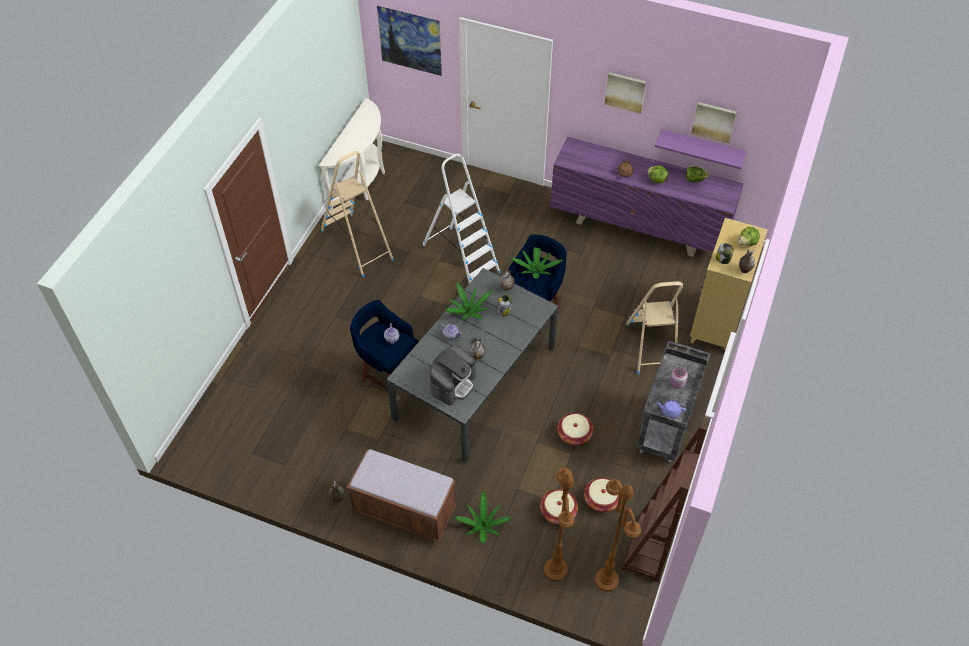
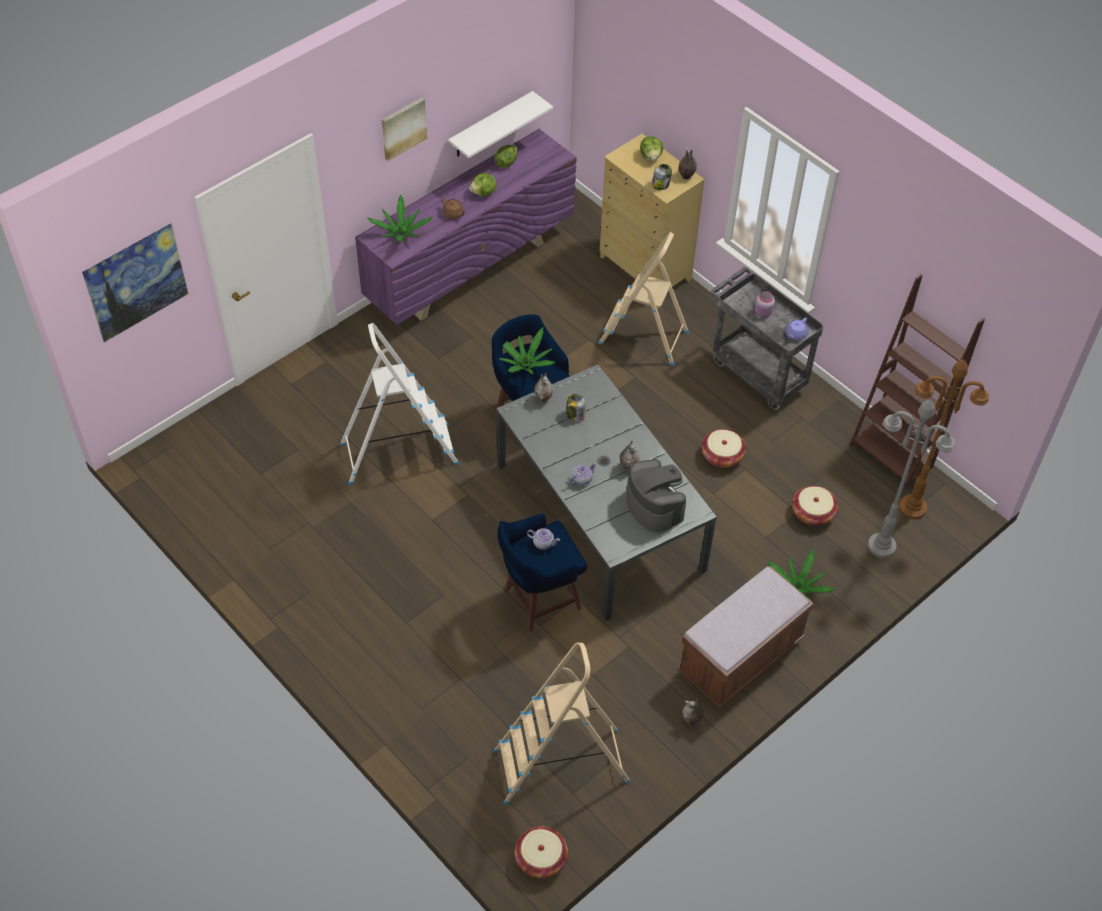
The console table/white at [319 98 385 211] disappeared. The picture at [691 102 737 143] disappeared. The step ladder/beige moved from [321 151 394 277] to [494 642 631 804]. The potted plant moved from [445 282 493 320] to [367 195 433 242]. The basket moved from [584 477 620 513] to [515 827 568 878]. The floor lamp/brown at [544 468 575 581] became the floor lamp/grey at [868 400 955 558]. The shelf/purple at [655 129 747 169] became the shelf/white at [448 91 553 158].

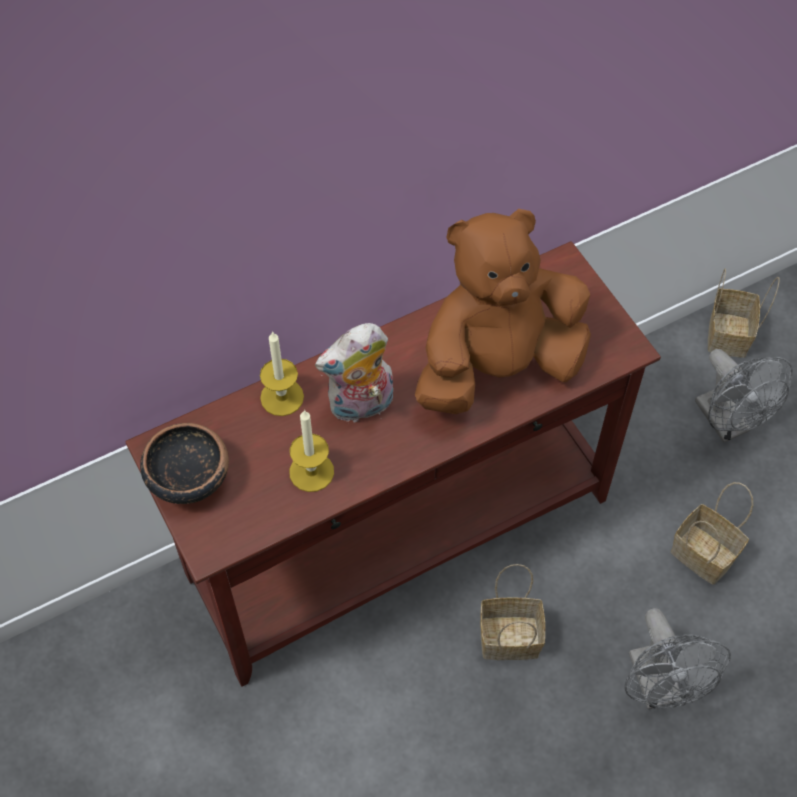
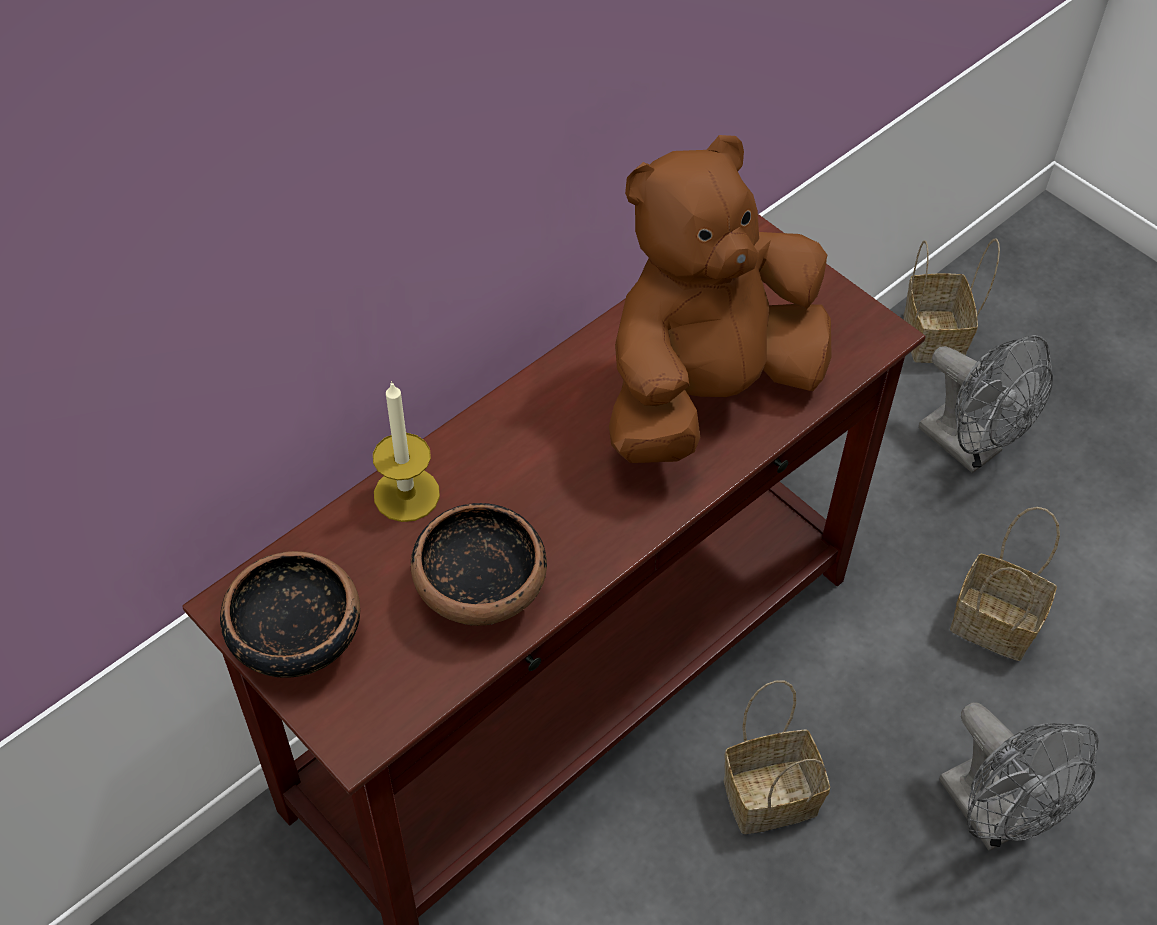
The plush toy at [315 323 393 424] disappeared. The candle at [289 410 334 492] was replaced by the bowl at [411 503 547 626].

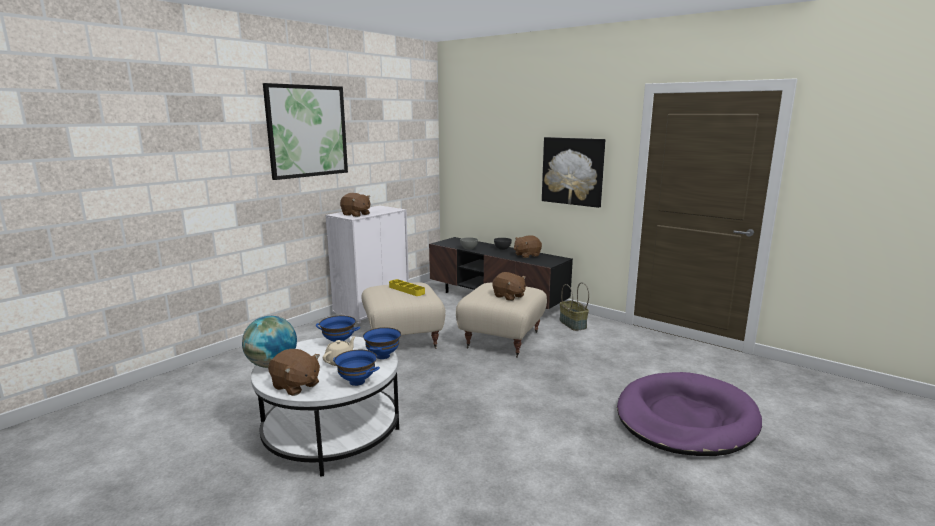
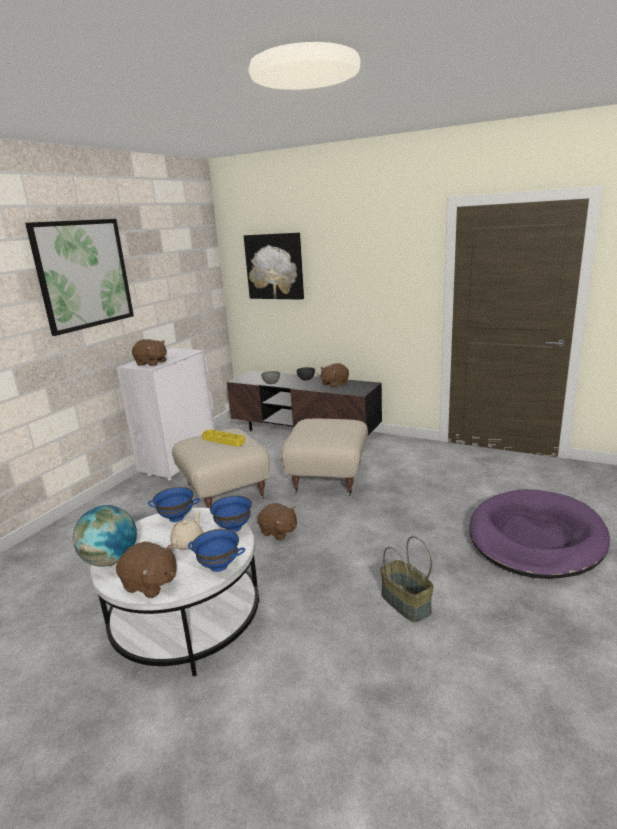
The plush toy/brown moved from [492 272 526 301] to [257 503 297 541]. The picture moved from [542 137 605 208] to [244 233 304 300]. The basket moved from [559 282 589 331] to [380 536 434 622].

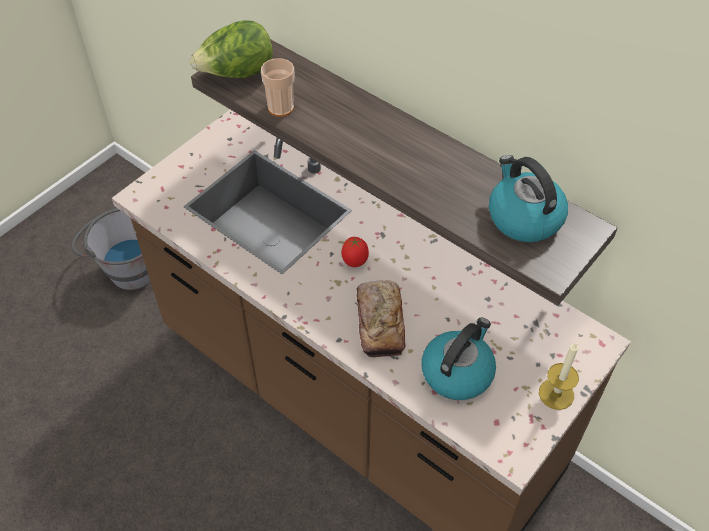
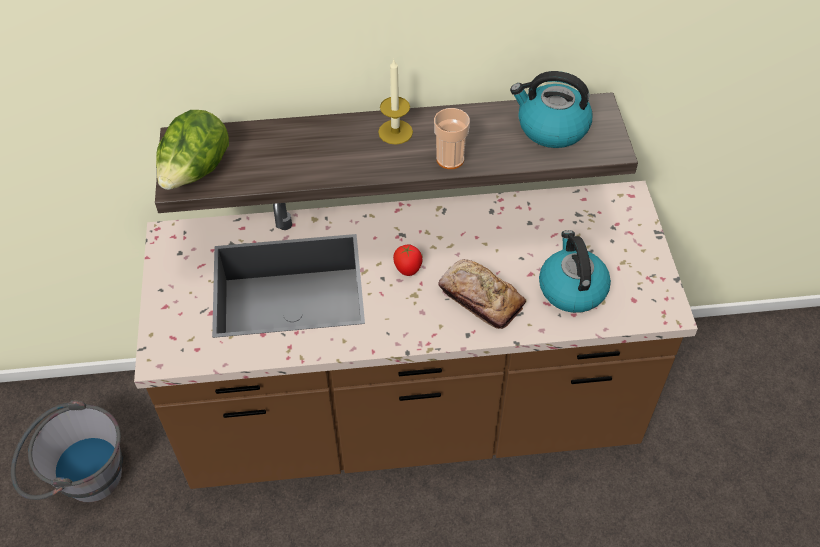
The cup moved from [261 58 295 117] to [434 108 470 169]. The candle moved from [539 343 579 410] to [378 60 413 145].

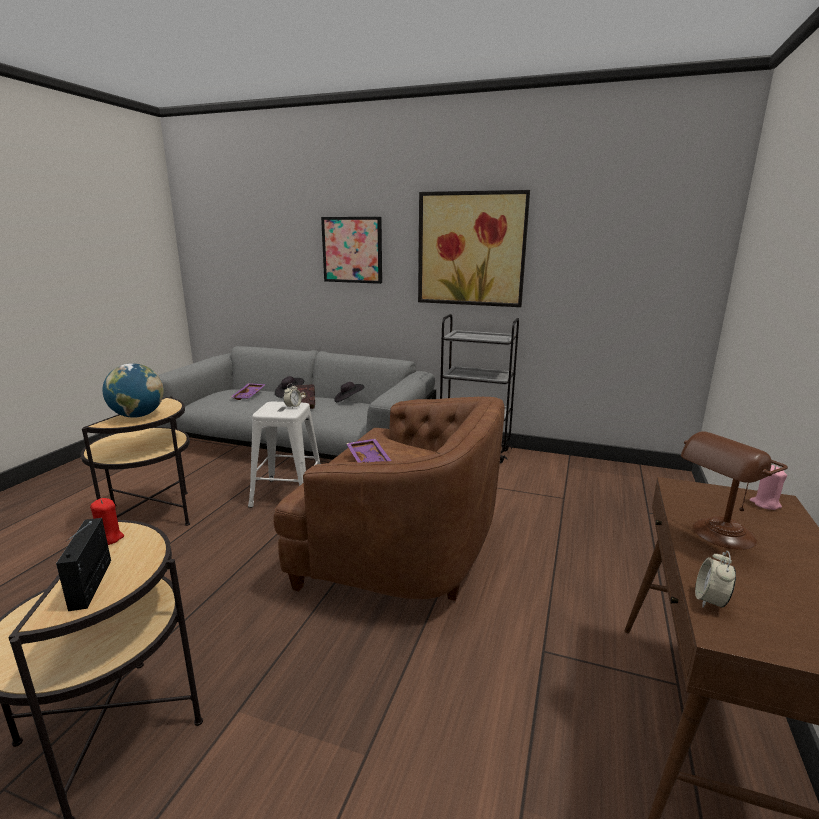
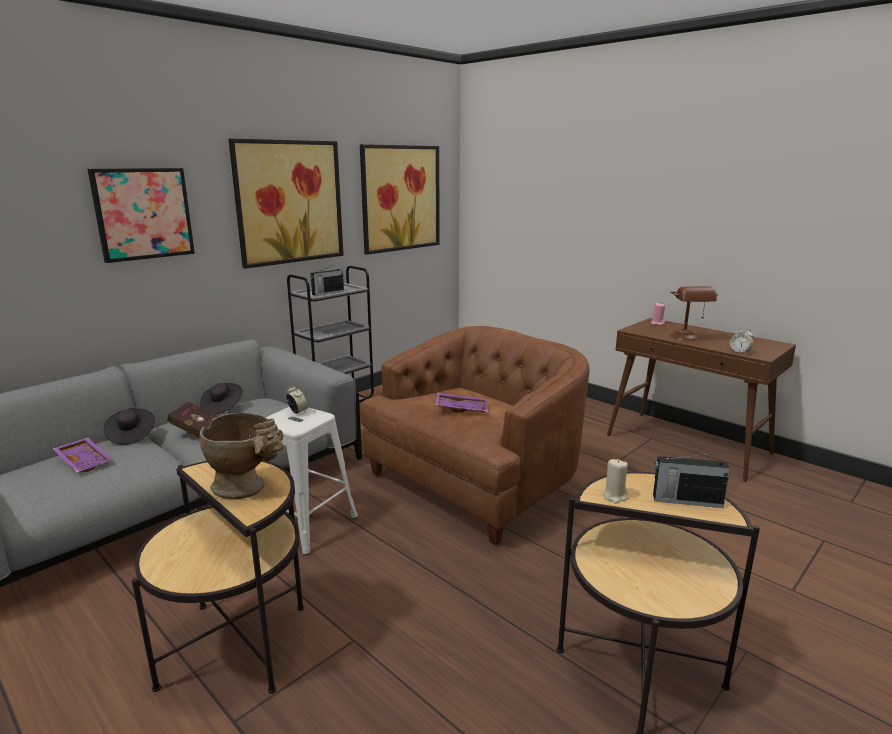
The radio at [310 265 344 296] appeared. The picture at [360 144 440 255] appeared. The globe at [102 363 164 418] was replaced by the vase/beige at [199 413 284 499]. The candle/red at [90 498 124 545] became the candle/beige at [603 459 628 504].

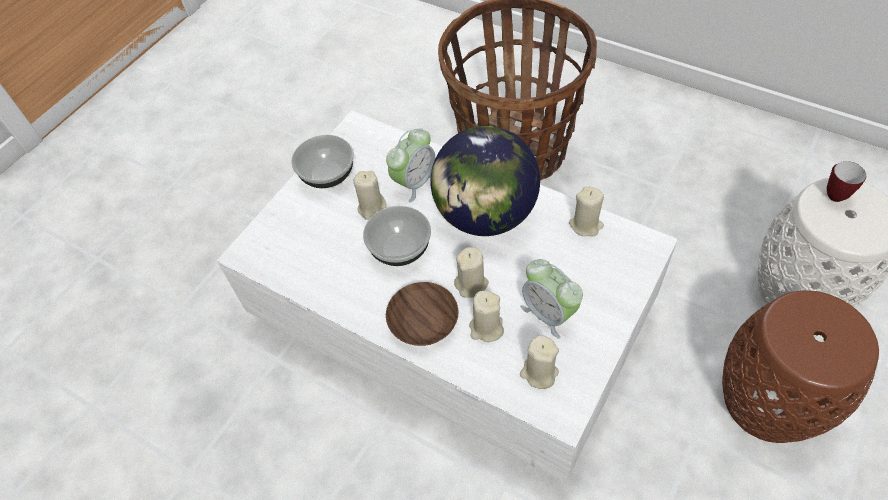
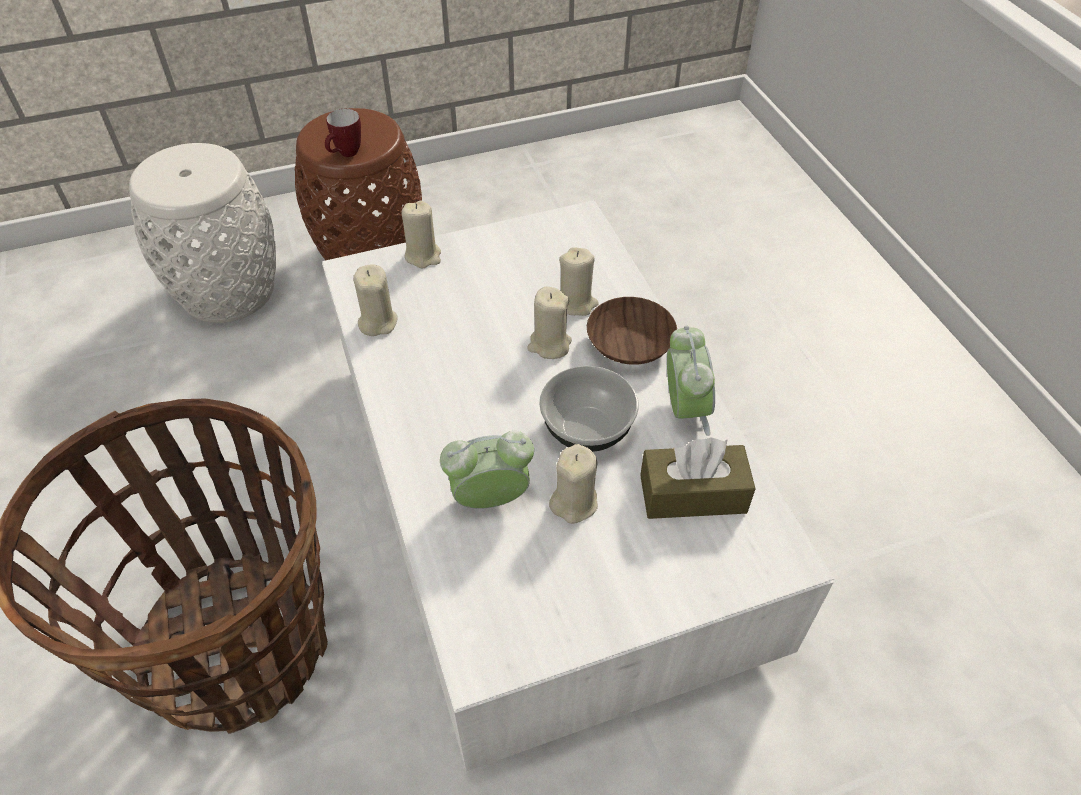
The bowl at [291 135 354 188] disappeared. The globe at [430 126 540 236] disappeared. The tissue box/brown at [640 437 756 519] appeared. The alarm clock moved from [520 259 583 339] to [667 326 715 436]. The candle/beige moved from [520 335 559 389] to [402 200 441 269]. The mug moved from [827 161 866 202] to [325 109 361 157].

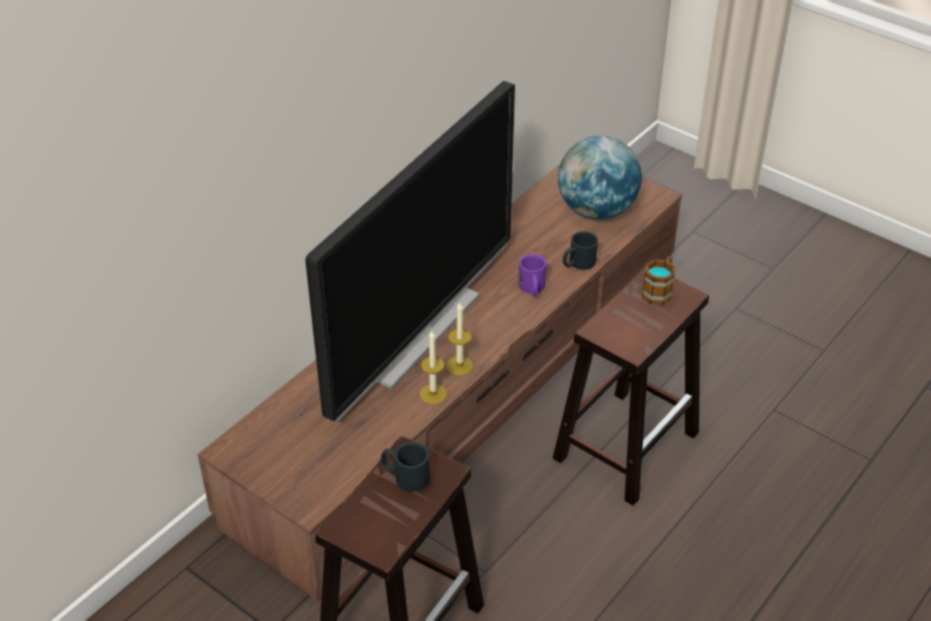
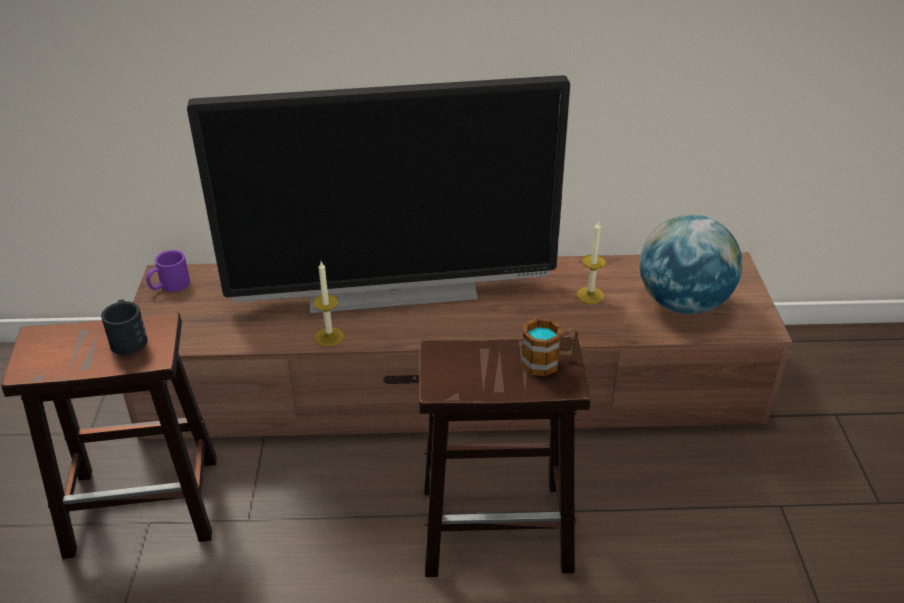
The mug/black at [563 231 598 270] disappeared. The candle moved from [446 301 473 376] to [577 220 606 304]. The mug/purple moved from [518 254 546 296] to [146 250 190 292].

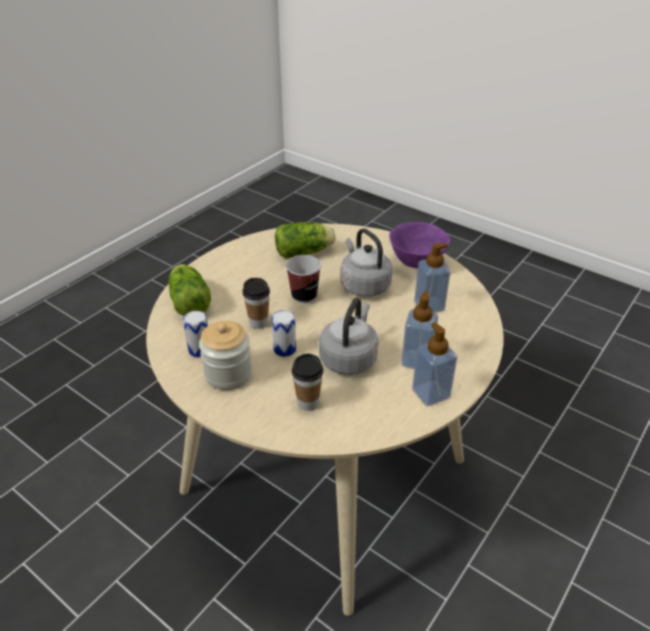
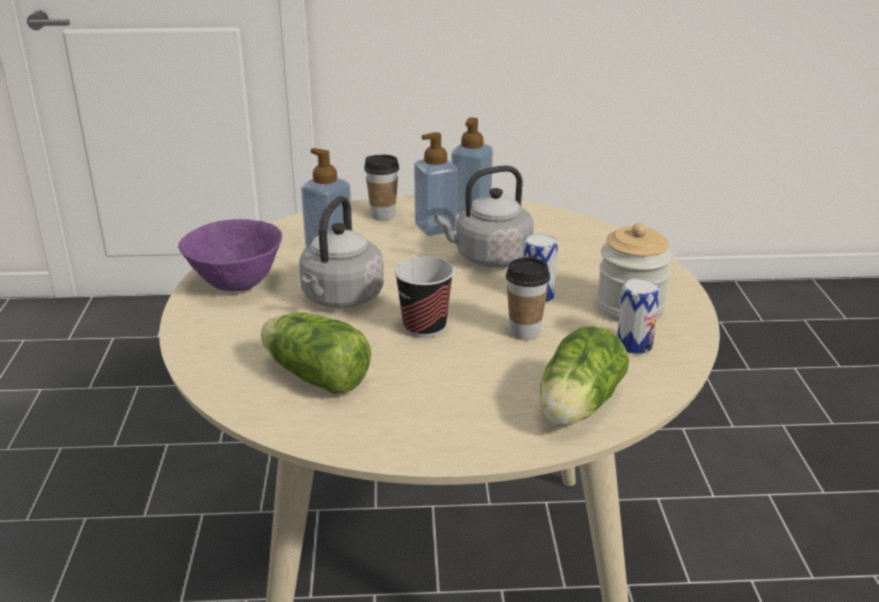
The cup moved from [292 353 323 411] to [364 155 399 221].

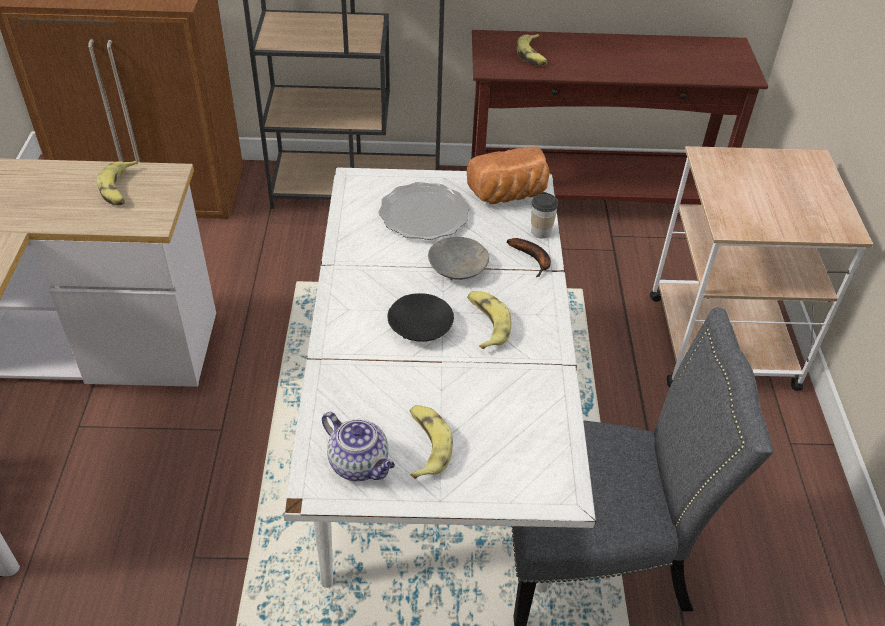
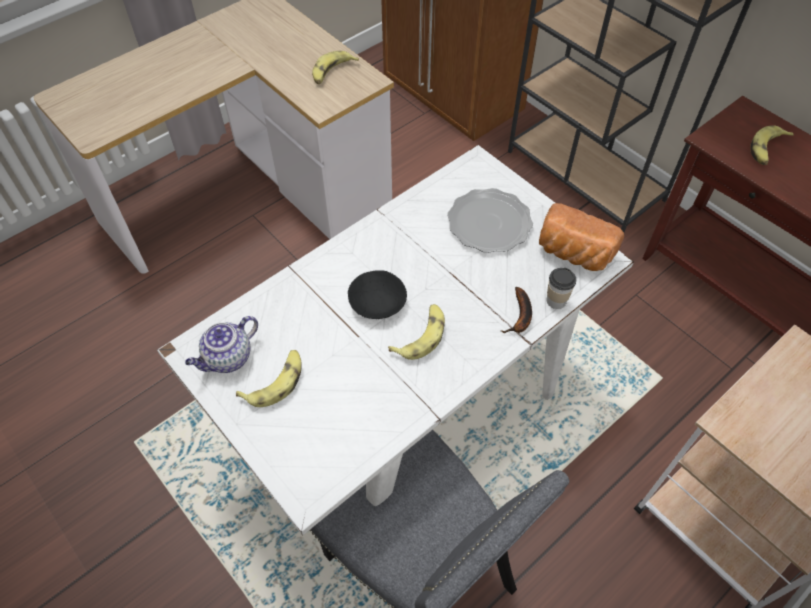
The bowl/grey at [428 237 489 280] disappeared. The teapot at [322 412 395 481] turned 45 degrees clockwise.

